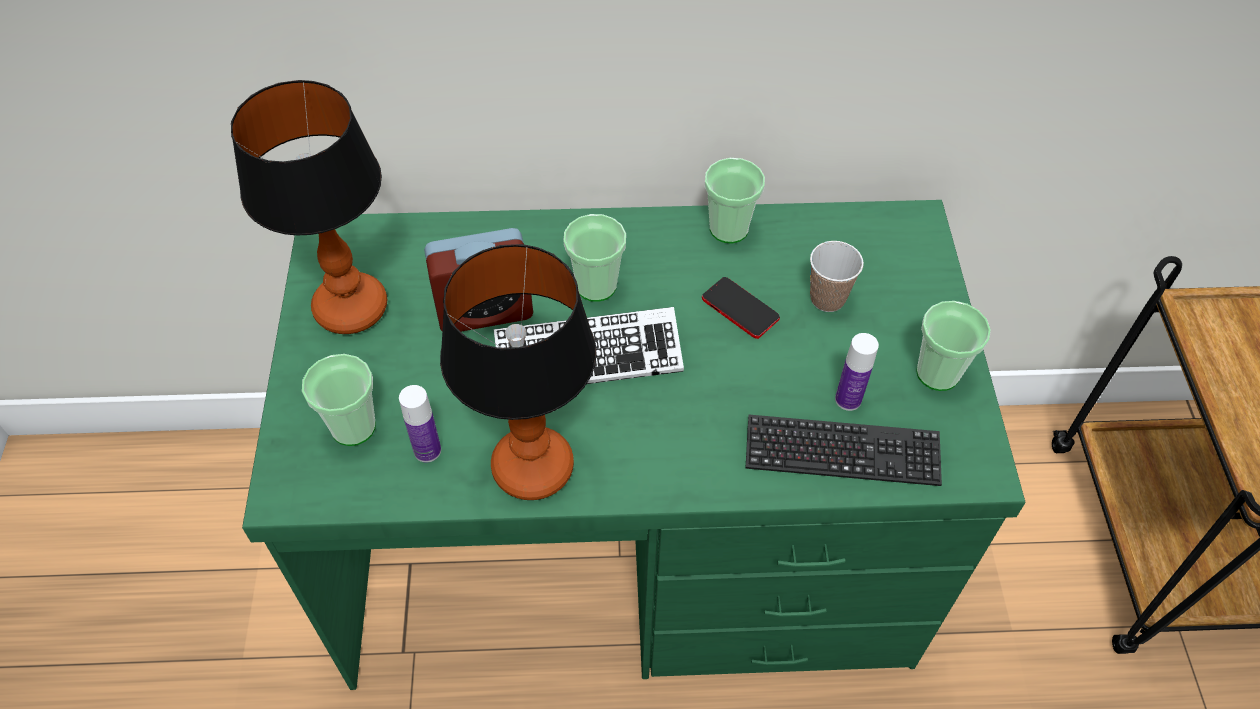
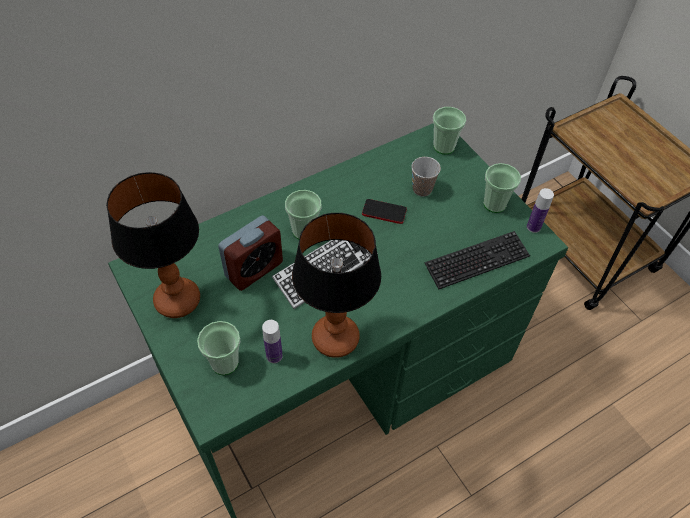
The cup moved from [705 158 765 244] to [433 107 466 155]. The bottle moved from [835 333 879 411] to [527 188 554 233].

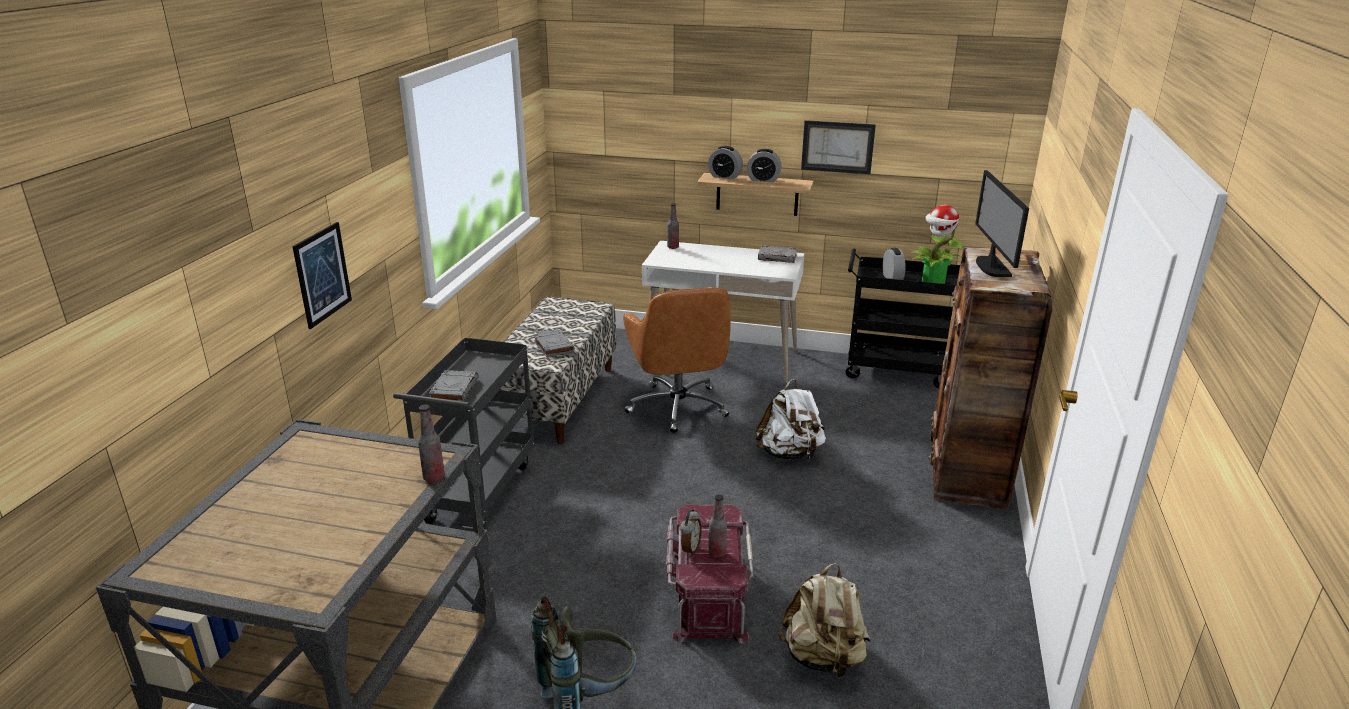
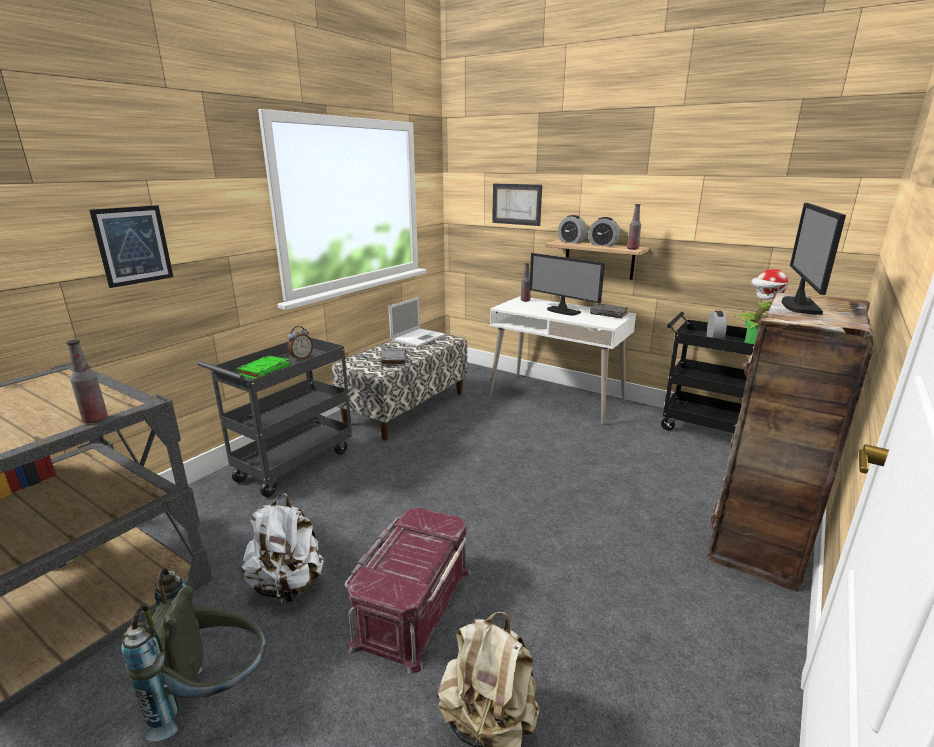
The office chair/brown at [623 287 731 433] disappeared. The laptop at [388 297 445 347] appeared. The monitor at [529 253 605 315] appeared. The alarm clock moved from [680 509 702 557] to [288 326 313 360]. The bottle moved from [708 494 727 558] to [627 204 641 250]. The backpack/white moved from [755 379 826 460] to [242 493 324 603]. The picture moved from [801 120 876 174] to [492 184 542 226]. The book/grey at [429 370 478 402] became the book/green at [237 355 291 379].

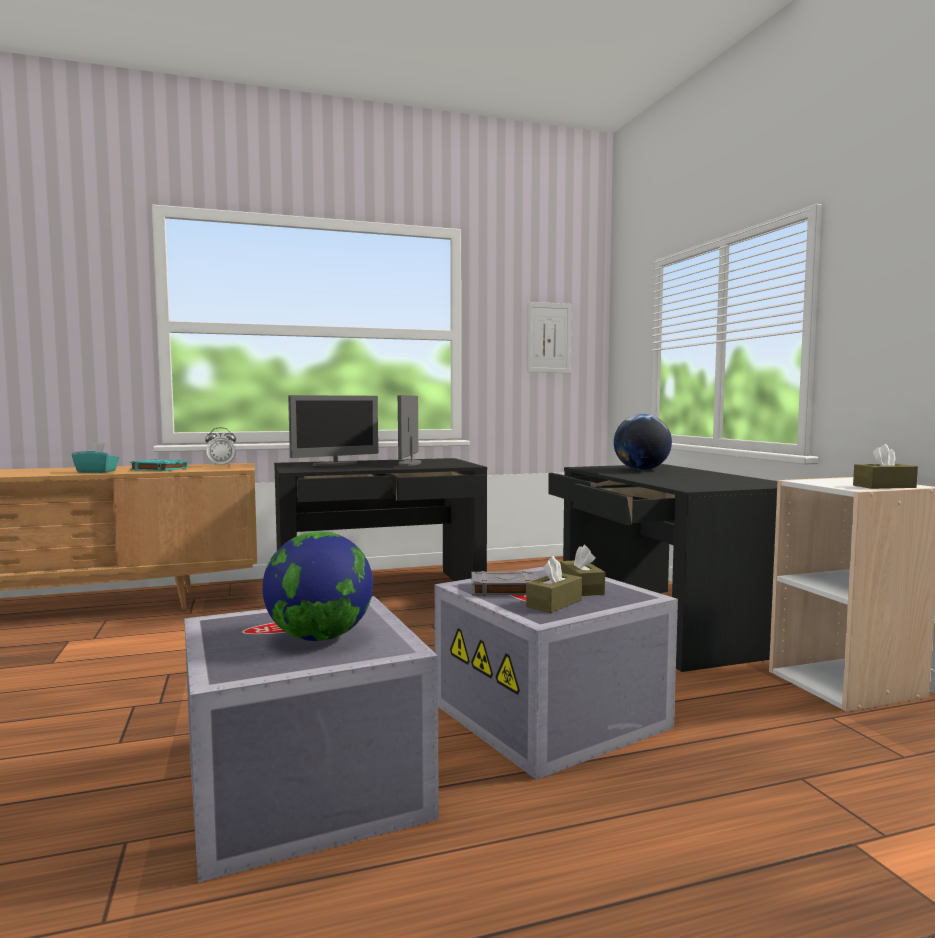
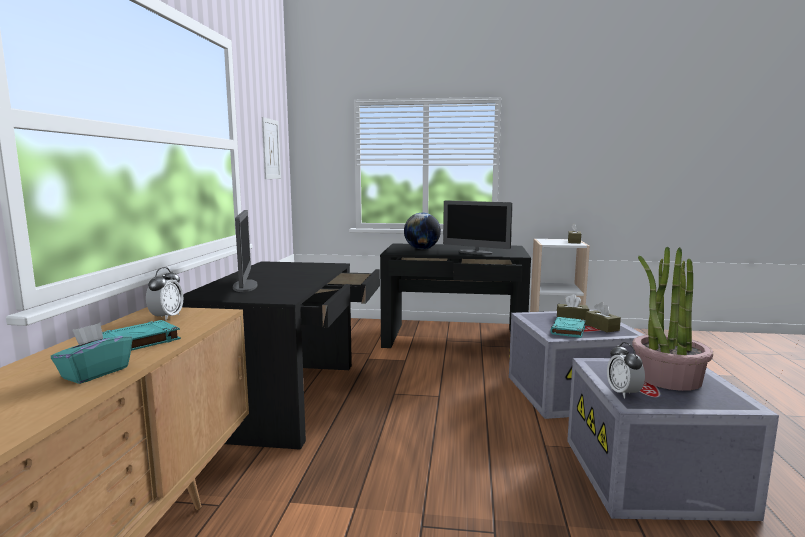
The alarm clock at [607 342 645 398] appeared. The monitor moved from [398 395 421 466] to [443 200 513 255]. The globe at [262 531 373 641] was replaced by the potted plant at [632 246 713 391]. The book/grey at [471 571 539 596] became the book/turquoise at [550 317 586 338].

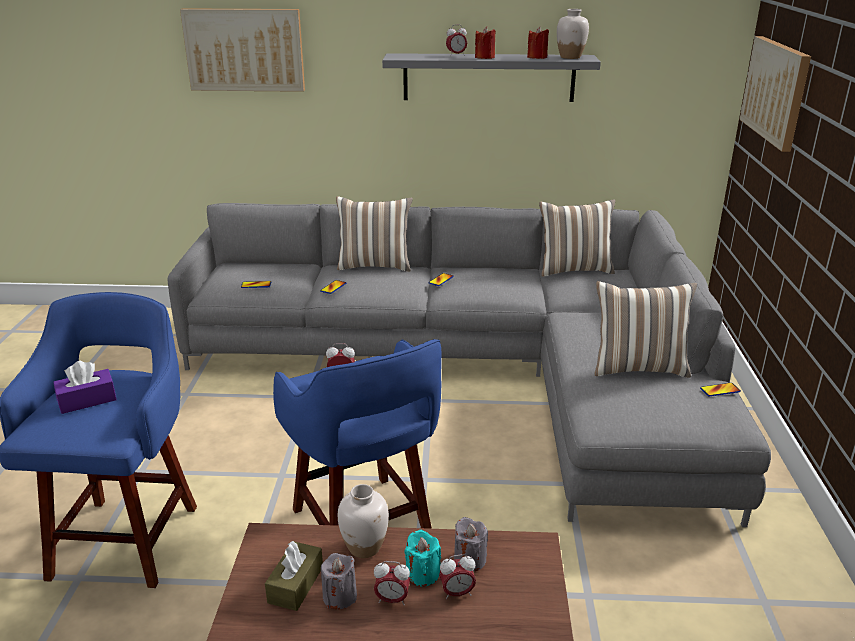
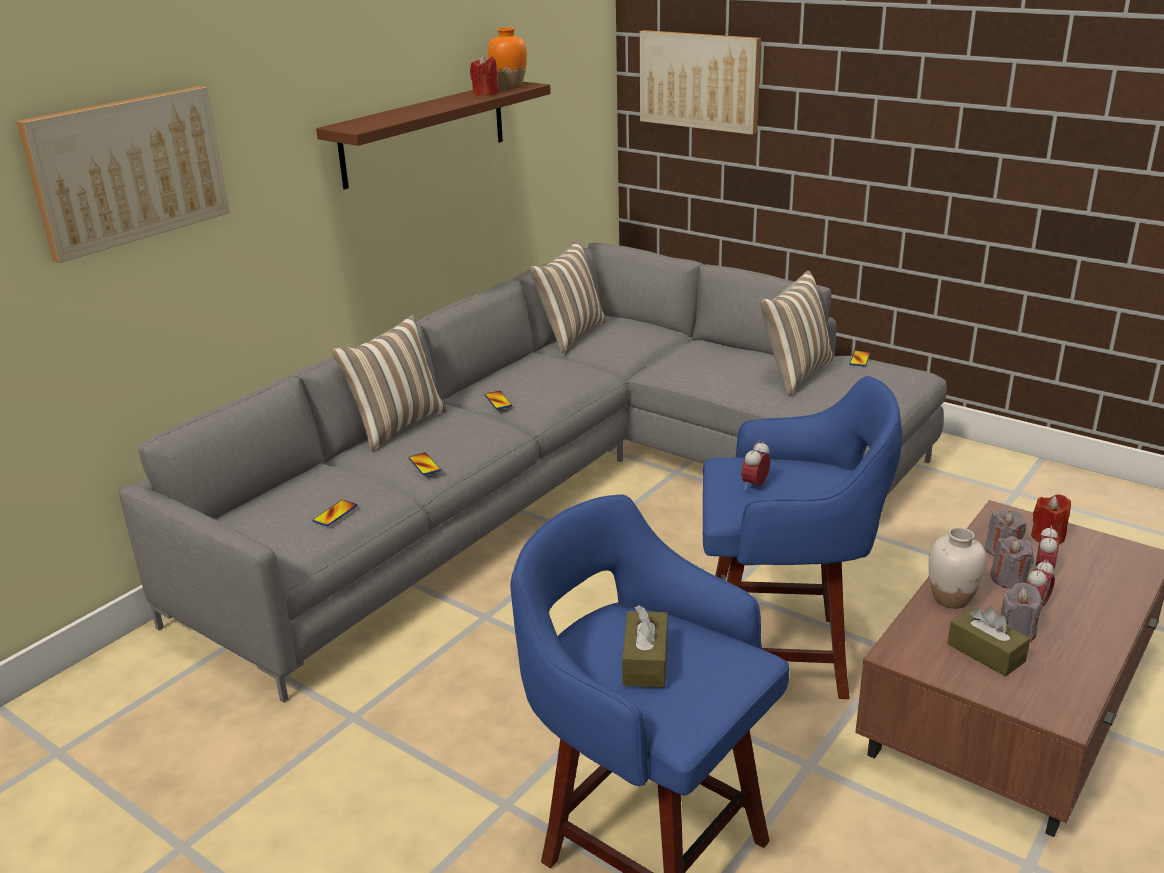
The alarm clock at [446 24 467 56] disappeared. The candle/red moved from [475 27 496 59] to [1031 494 1071 544]. The tissue box/purple at [53 361 117 414] became the tissue box/brown at [622 605 668 688]. The shelf/grey at [382 53 601 102] became the shelf/brown at [316 82 551 189]. The candle/turquoise at [404 530 441 587] became the candle/grey at [990 536 1034 589]. The vase/white at [557 9 589 59] became the vase/orange at [488 27 527 89].

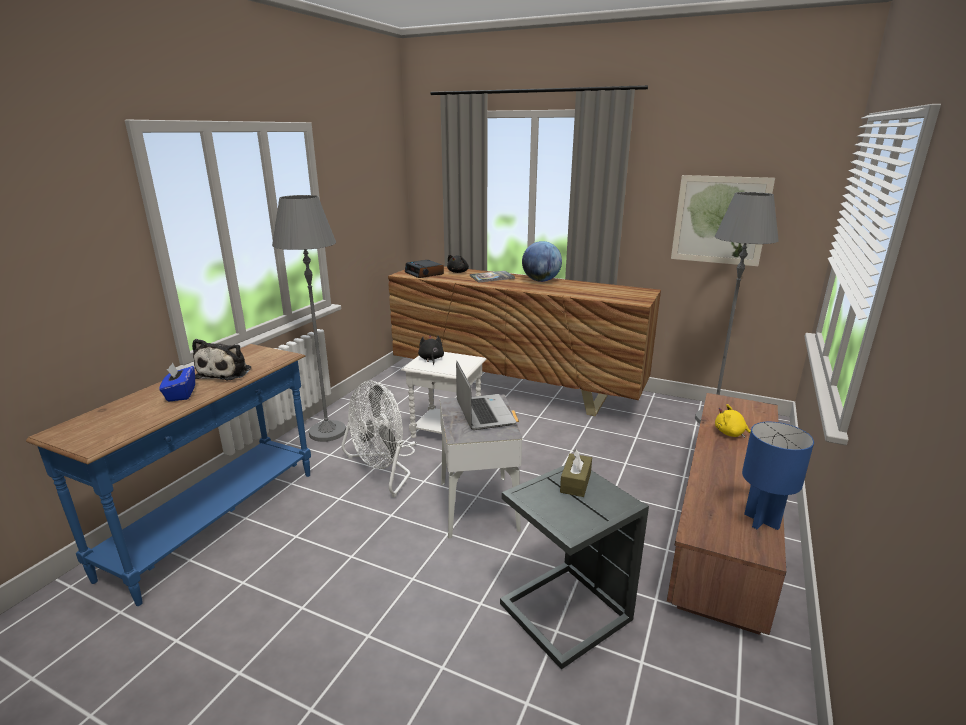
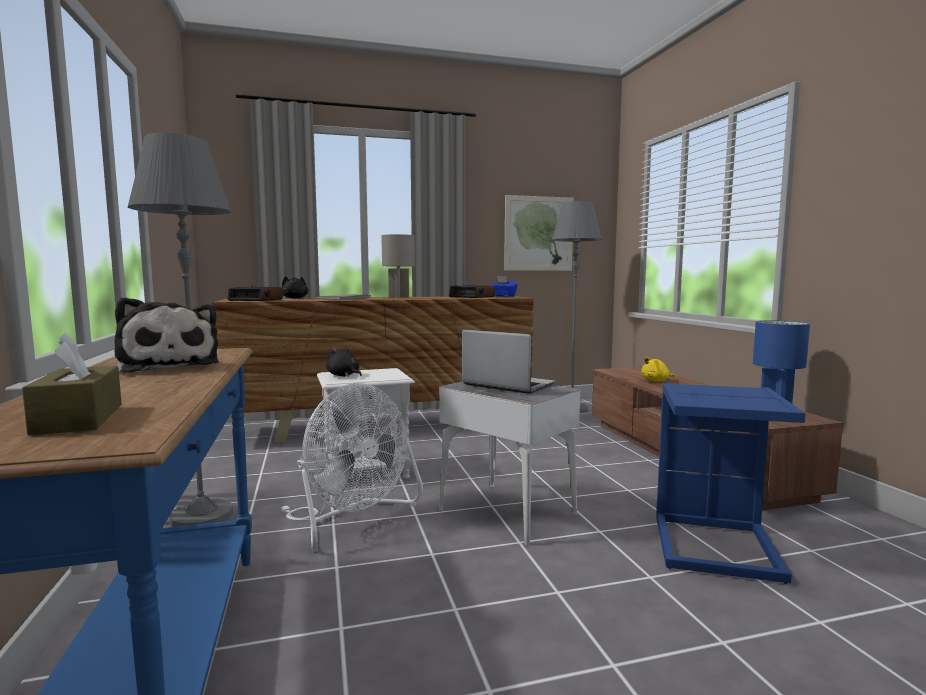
The alarm clock at [449 285 495 298] appeared. The tissue box/blue moved from [159 363 195 402] to [489 276 518 297]. The tissue box/brown moved from [560 449 592 497] to [22 332 122 436]. The globe at [522 241 562 282] was replaced by the table lamp/grey at [381 234 415 298]. The side table/grey at [500 465 649 669] became the side table/blue at [656 383 805 584]. The fan/white at [342 381 417 498] turned 60 degrees counterclockwise.

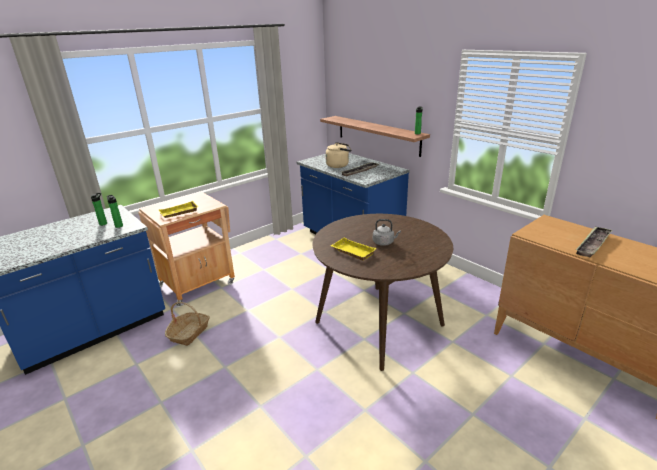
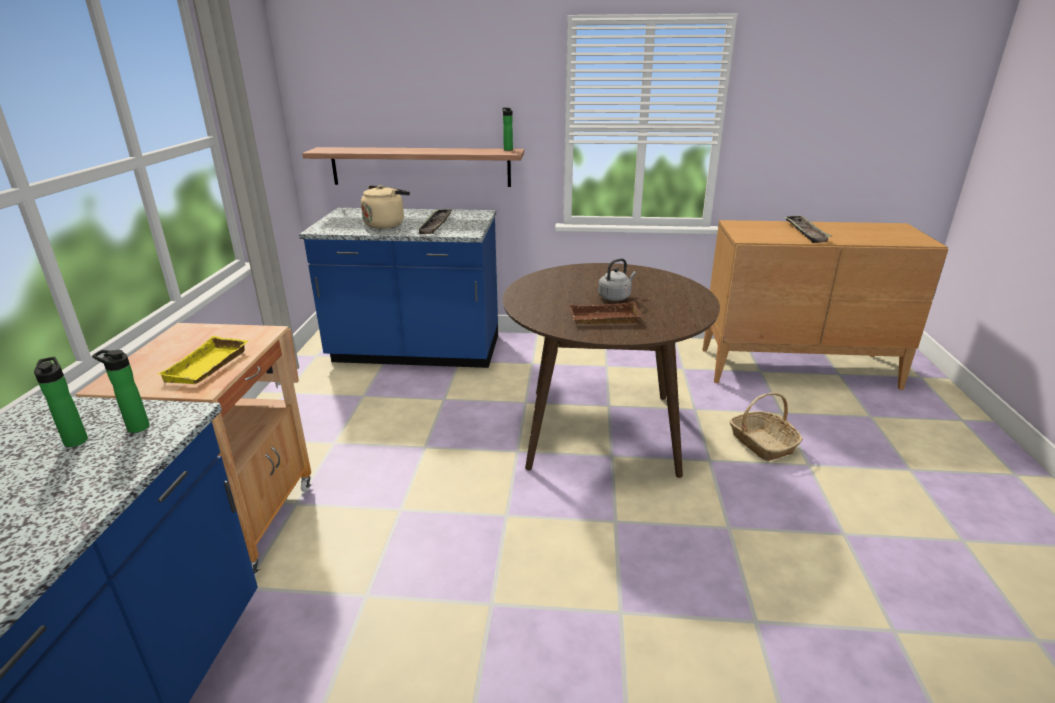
The basket moved from [165 302 210 346] to [730 393 803 461]. The tray/yellow at [331 238 376 261] became the tray/brown at [570 301 642 324].

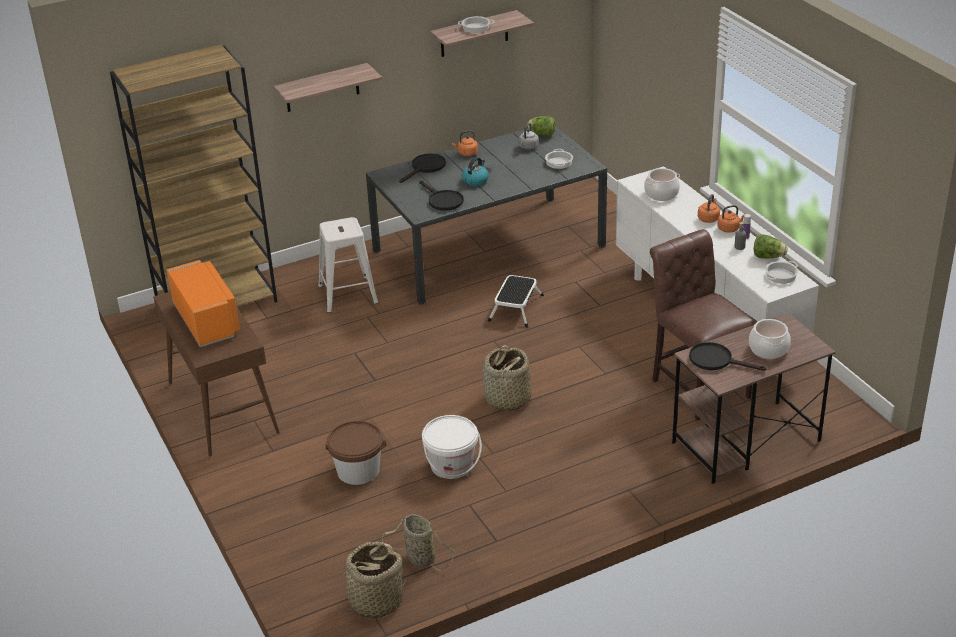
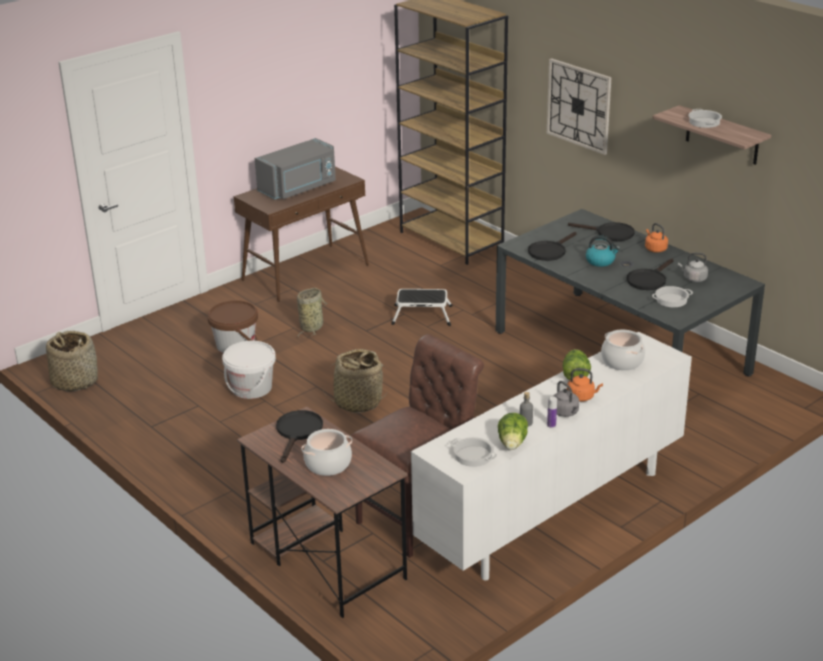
The stool/white at [318 217 379 313] disappeared. The frying pan/black at [626 258 673 290] appeared. The basket moved from [382 514 455 571] to [297 288 328 338]. The step ladder/black moved from [488 275 544 328] to [391 289 452 326]. The lettuce moved from [527 116 555 136] to [563 349 591 380]. The shelf at [273 63 382 112] was replaced by the wall clock at [547 58 612 155]. The microwave/orange at [167 260 240 347] became the microwave/grey at [255 138 336 199]. The kettle/orange at [717 205 746 233] became the kettle/grey at [552 381 579 417].

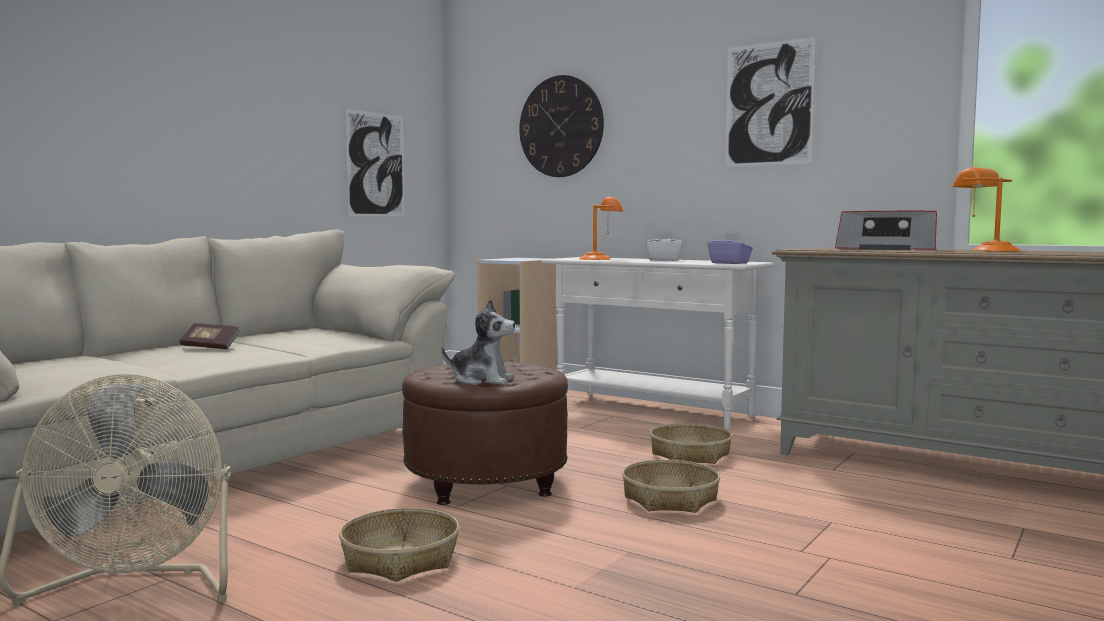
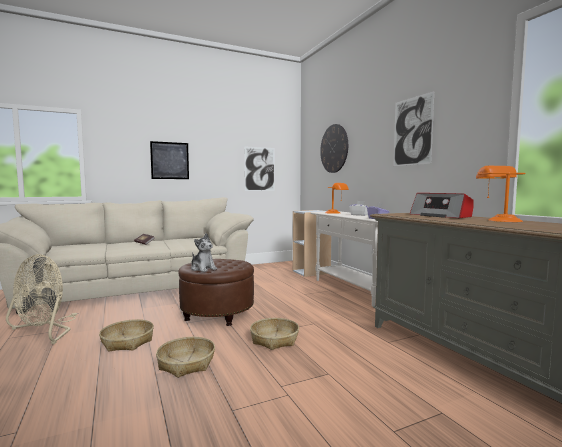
The picture at [150 141 189 179] appeared. The basket moved from [650 423 733 464] to [156 337 215 378].

